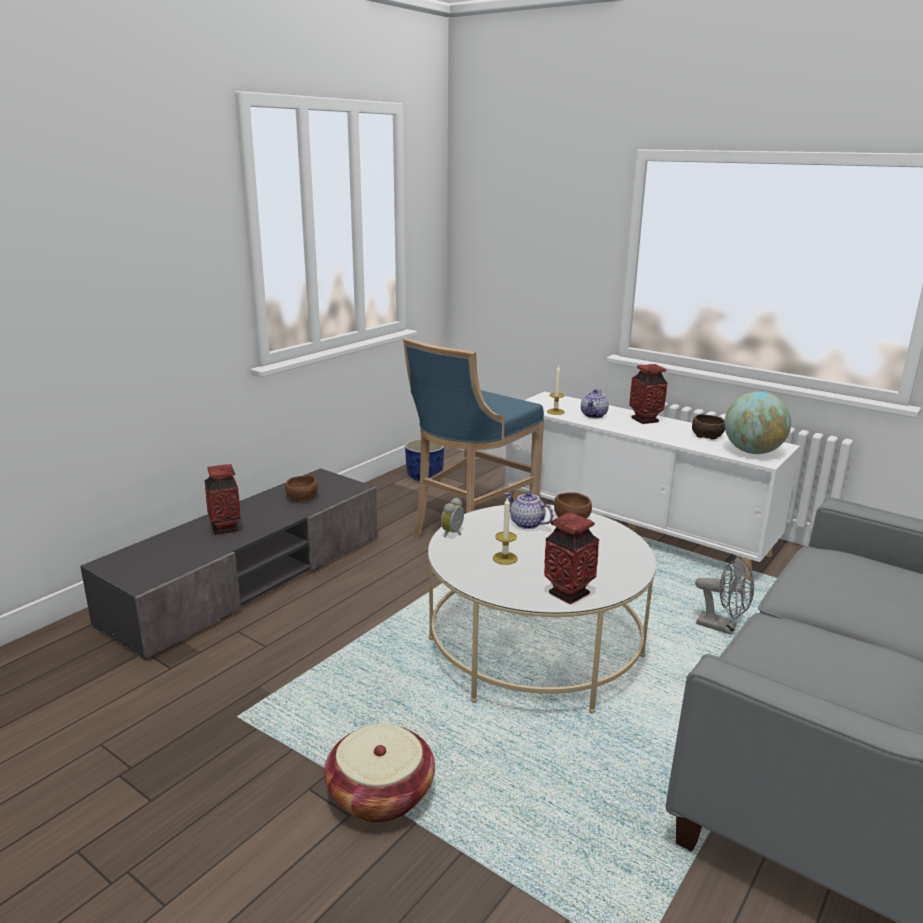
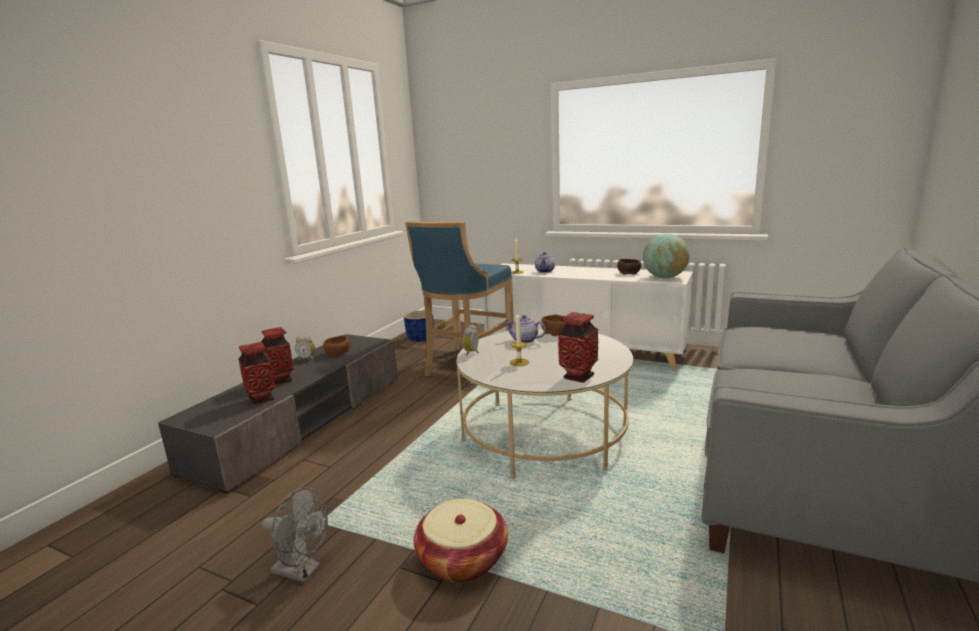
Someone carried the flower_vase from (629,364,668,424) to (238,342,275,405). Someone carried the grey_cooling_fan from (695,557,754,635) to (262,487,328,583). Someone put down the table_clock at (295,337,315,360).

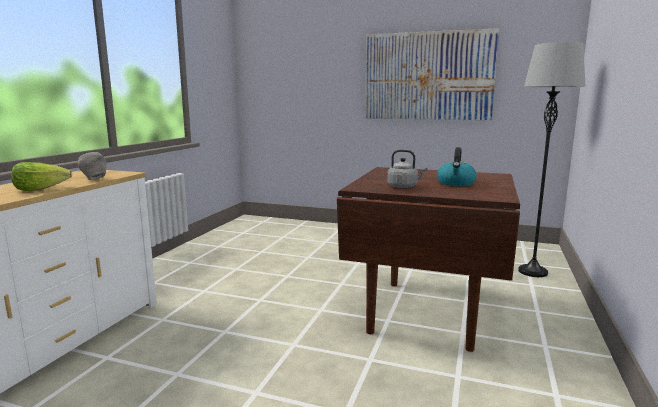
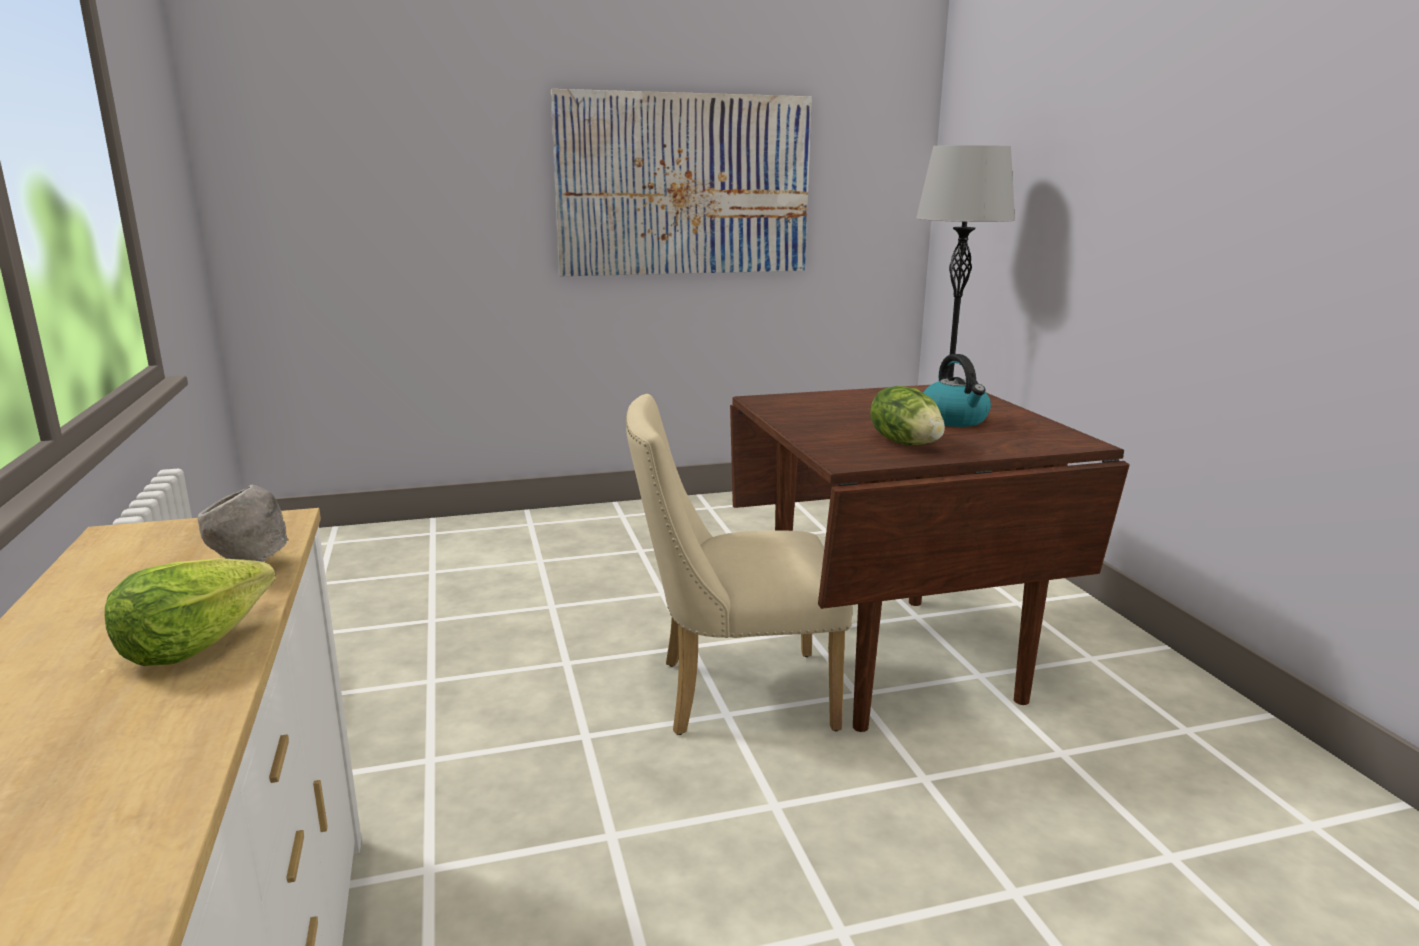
Someone put down the beige_chair at (626,394,853,735). Someone swapped the grey_kettle at (387,149,427,188) for the head_of_lettuce at (870,386,945,445).

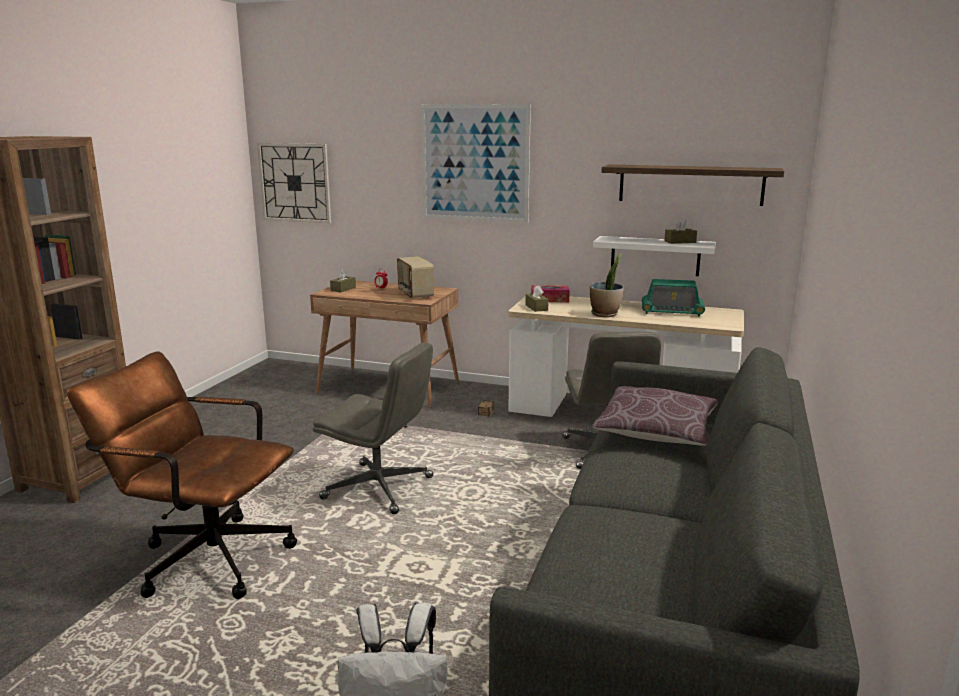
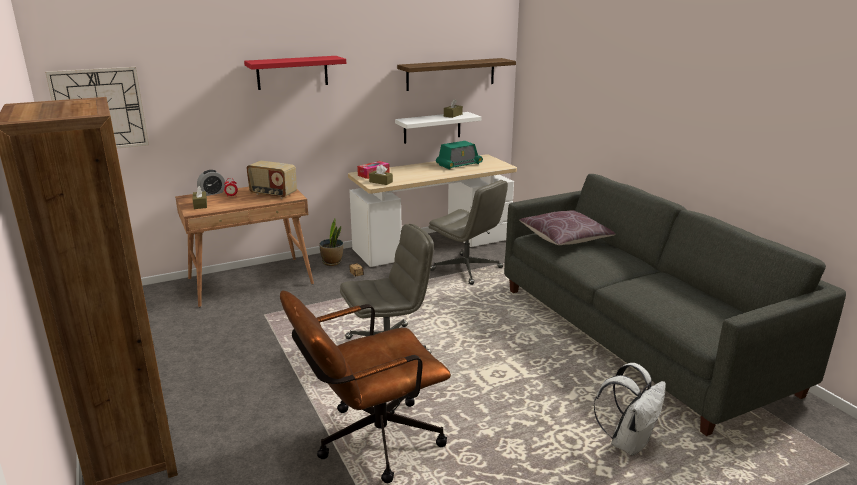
Someone put down the table_clock at (197,170,225,196). Someone swapped the wall_art at (421,104,531,223) for the red_wall_shelf at (244,56,346,90). Someone carried the plant_in_a_pot from (590,253,624,317) to (319,219,344,266).

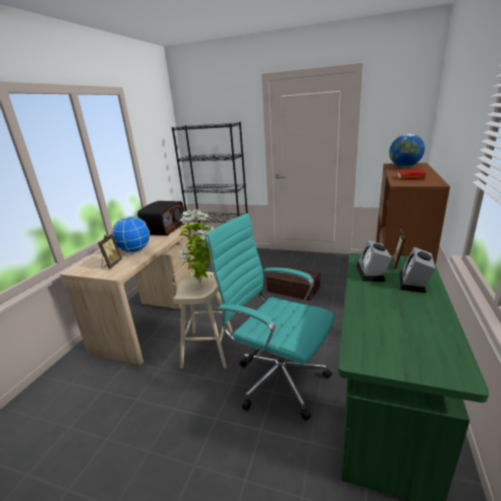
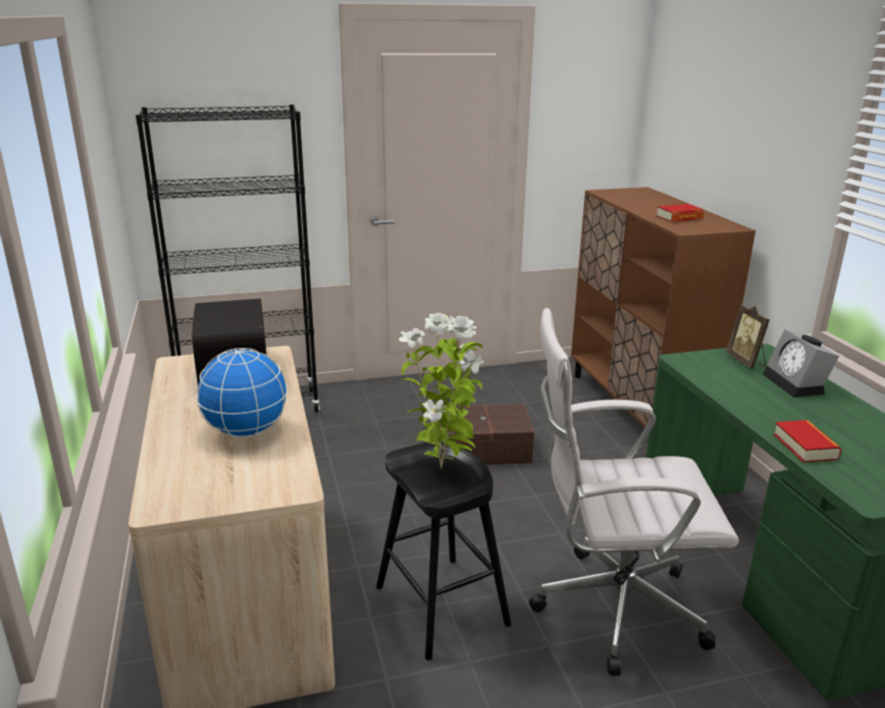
Someone repainted the beige_sitting_stool at (173,272,233,368), which became the blackish_sitting_stool at (376,441,511,660). Someone repainted the turquoise_computer_chair at (205,213,335,421), which became the white_computer_chair at (529,308,739,676). Someone put down the book at (773,420,842,463). Someone took away the standing_frame at (98,234,122,269). Someone took away the table_clock at (356,240,392,281). Someone took away the globe at (389,134,425,167).

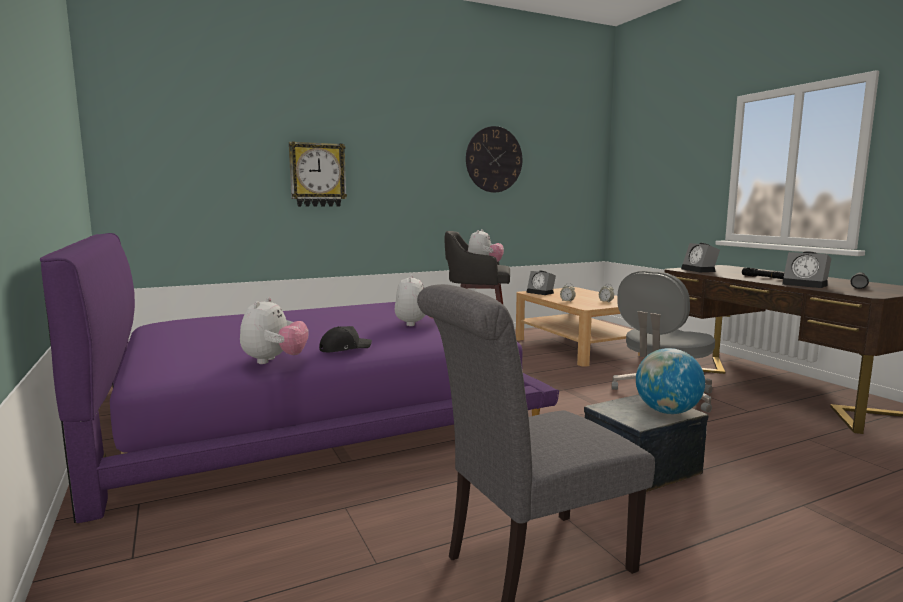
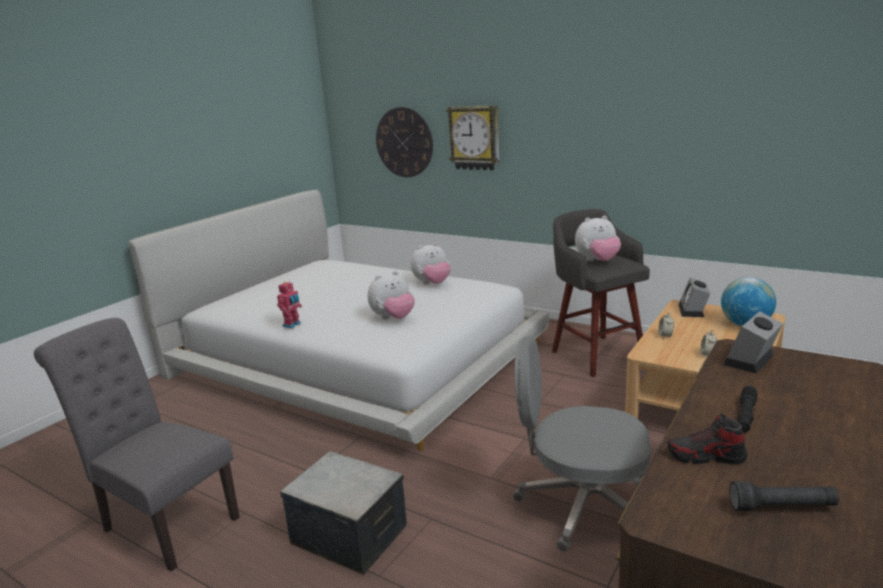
Someone repainted the purple_bed at (40,233,559,523), which became the white_bed at (129,190,550,451). Someone swapped the blackish_cap at (319,326,372,352) for the toy_robot at (277,282,302,328). Someone carried the hanging_clock from (466,126,522,192) to (376,107,433,177). Someone carried the plush_toy from (240,297,309,364) to (411,242,451,284). Someone swapped the table_clock at (782,251,831,288) for the shoe at (668,414,747,465). Someone carried the globe from (636,348,705,414) to (721,277,776,326).

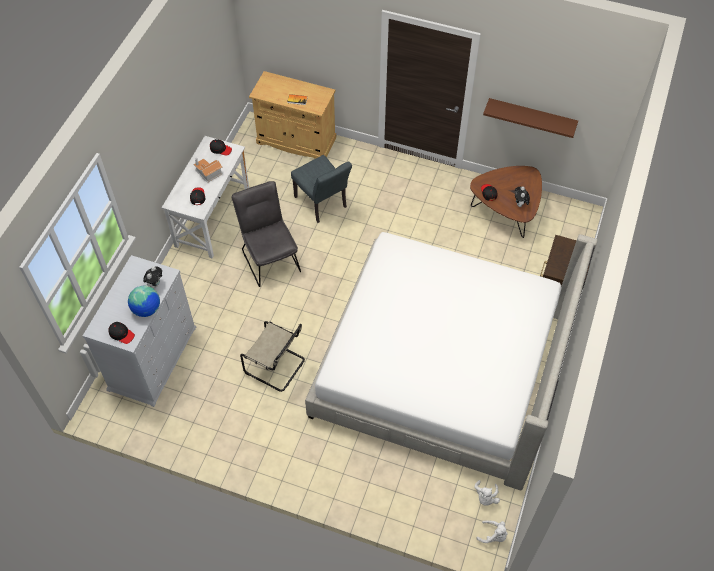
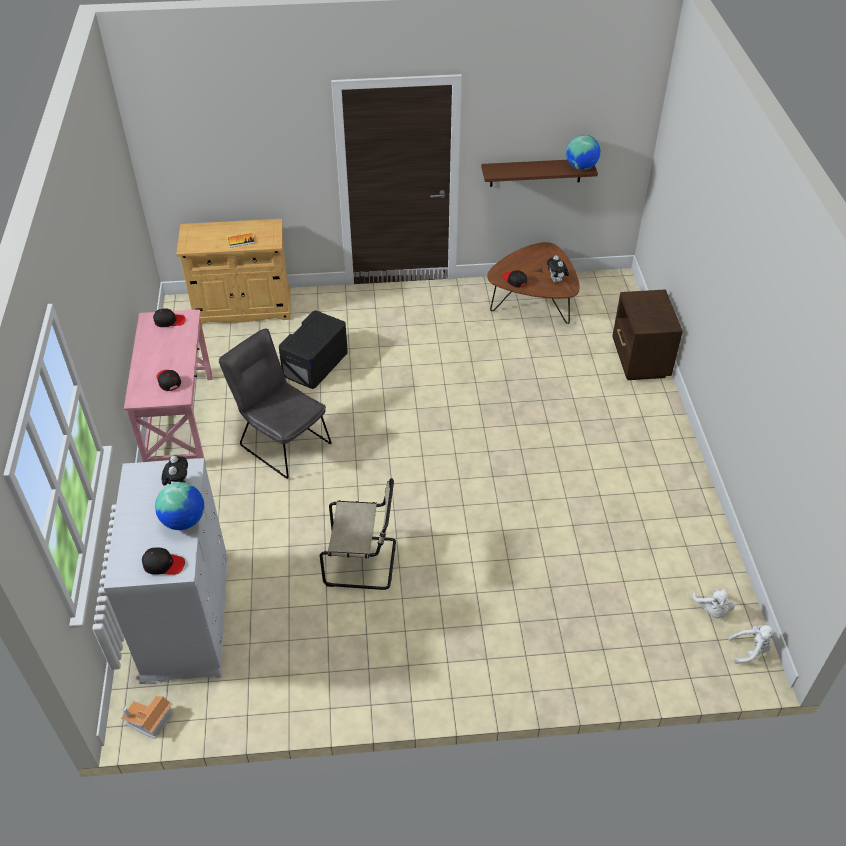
Someone carried the toy_house from (193,157,223,183) to (121,696,174,739). Someone repainted the white_desk_unit at (162,136,249,258), which became the pinkish_desk_unit at (124,309,213,465). Someone swapped the grey_chair at (291,155,352,223) for the blackish_storage_box at (279,310,348,389). Someone put down the globe at (566,135,601,170). Someone took away the bed at (305,232,598,491).

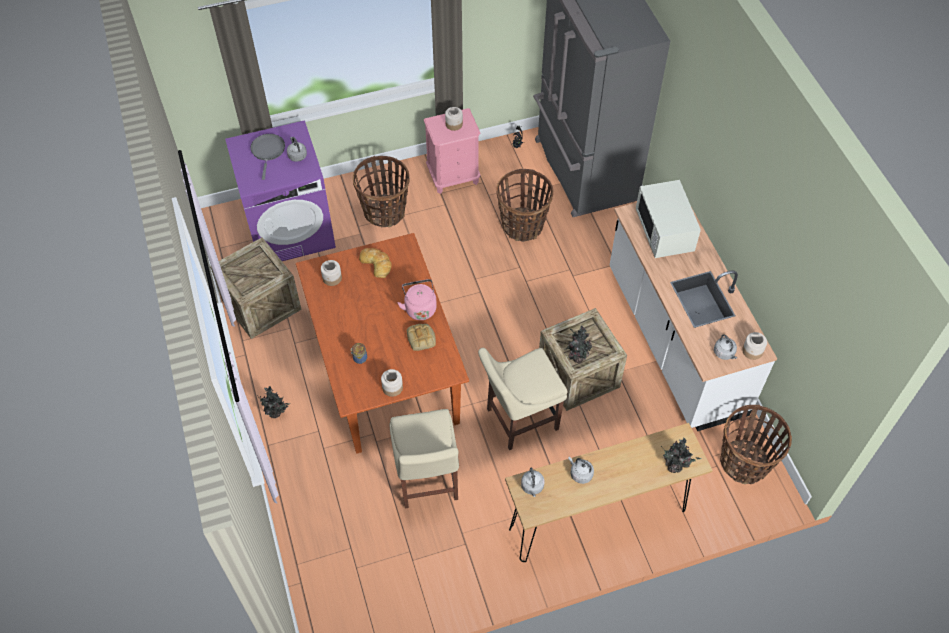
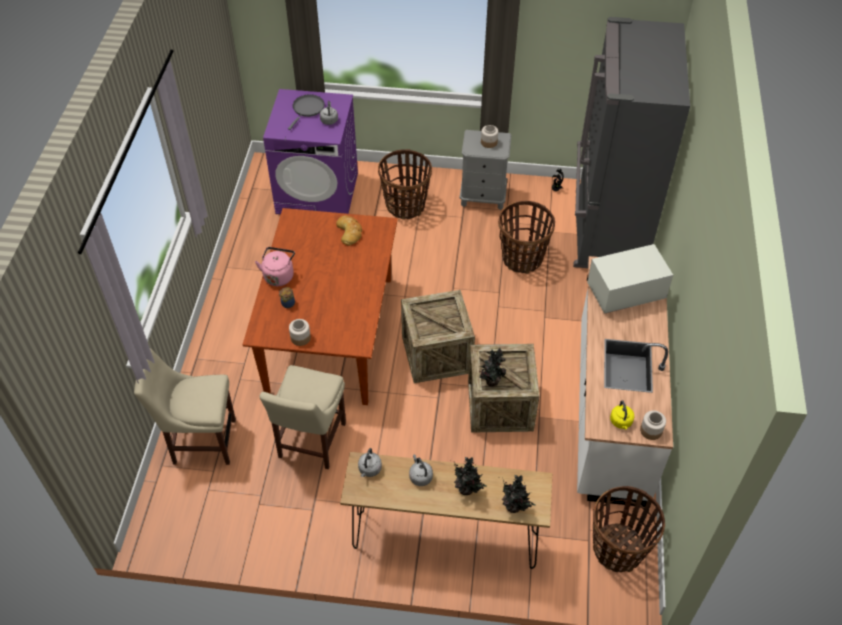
Someone carried the beige_chair from (478,348,568,450) to (134,348,236,465). Someone carried the pinkish_kettle from (398,279,437,320) to (255,247,295,286). Someone carried the shipping_crate from (210,238,302,339) to (401,290,475,383). Someone carried the plant_in_a_pot from (257,386,290,418) to (451,457,487,495). Someone repainted the pinkish_night_table at (424,108,480,194), which became the grey_night_table at (460,130,512,210). Someone rotated the white_kitchen_microwave at (636,180,701,258) by 60 degrees clockwise. Someone repainted the grey_kettle at (714,334,737,360), which became the yellow-coloured_kettle at (610,400,634,429). Someone took away the storage_jar at (321,260,342,286). Someone took away the baked_bread at (407,324,436,351).

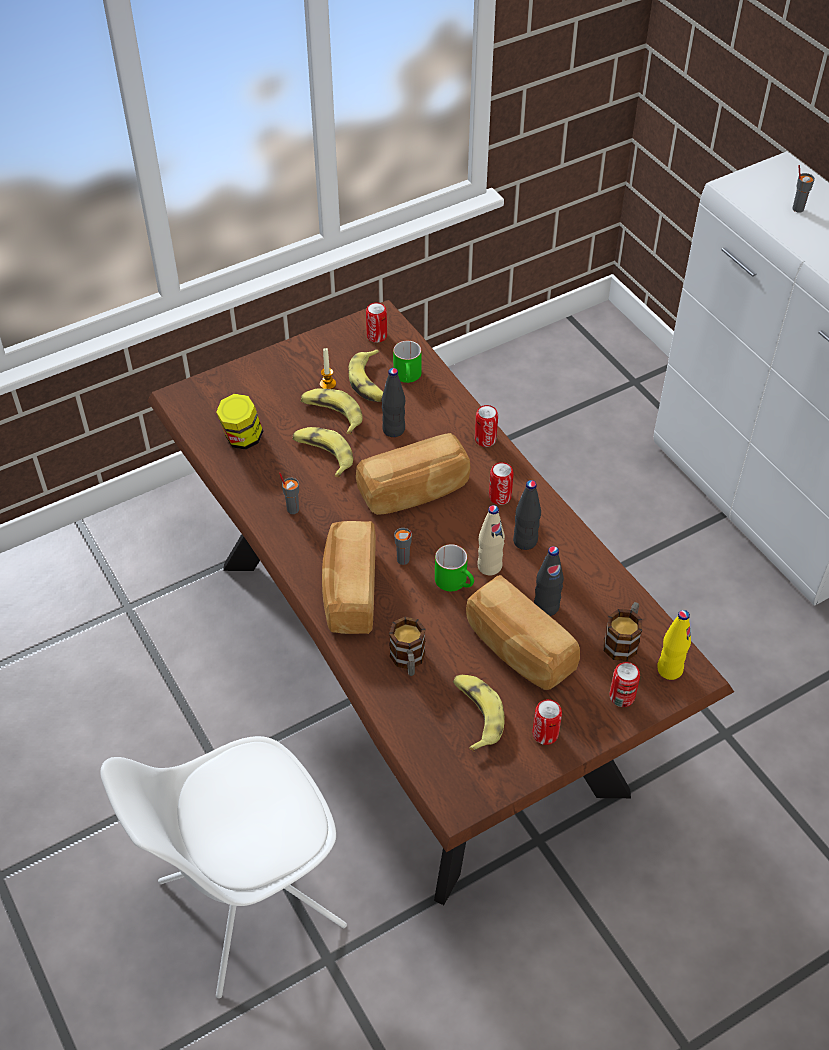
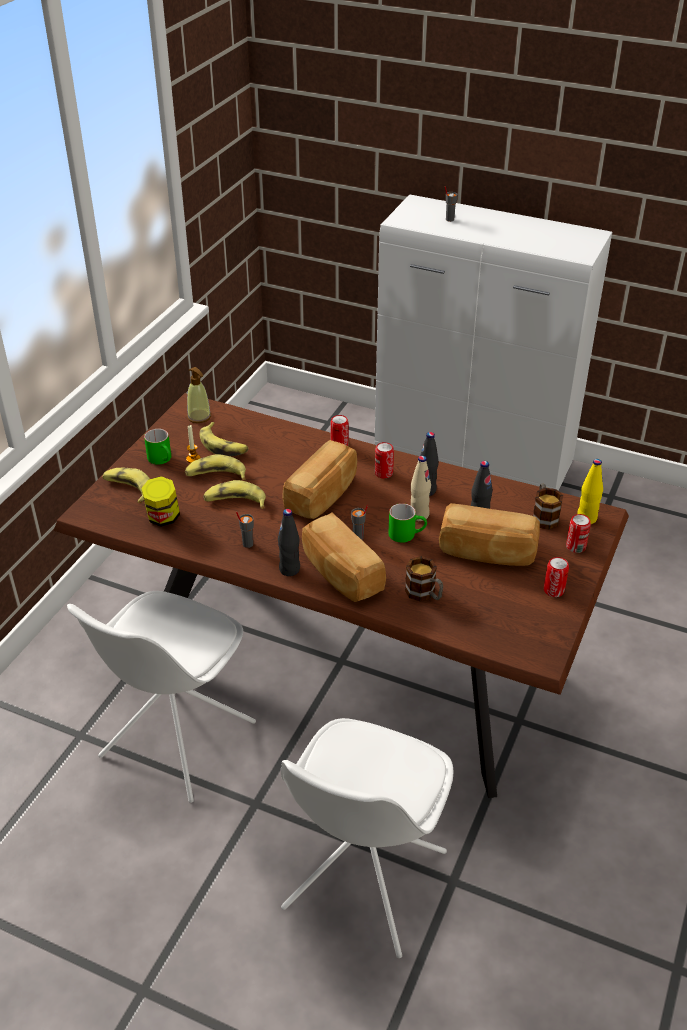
Someone put down the white_chair at (67,591,256,803). Someone carried the banana_fruit from (453,675,505,752) to (102,468,150,503). Someone carried the greenish_tea_mug from (393,341,422,383) to (144,429,171,465). Someone swapped the metal_can at (366,302,387,342) for the soap_bottle at (187,367,211,423). Someone carried the blackish_drink_bottle from (382,368,405,437) to (278,509,300,576).

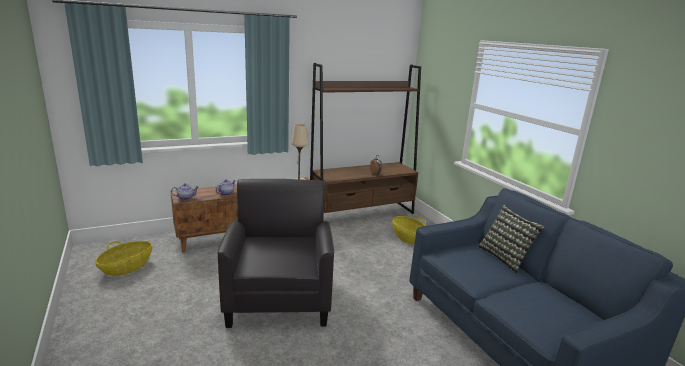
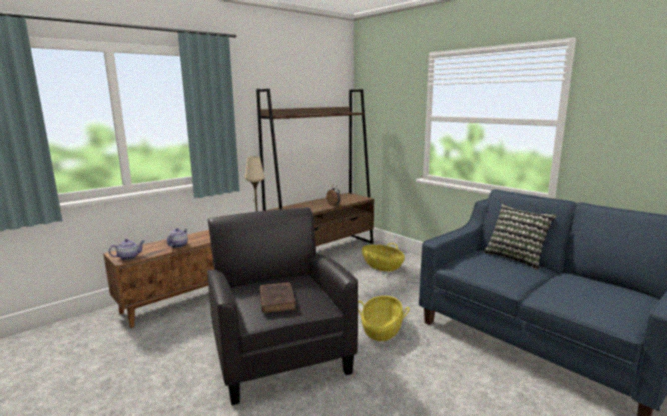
Someone put down the brown_book at (259,282,296,313). Someone carried the storage_basket from (95,241,152,276) to (358,296,410,341).

